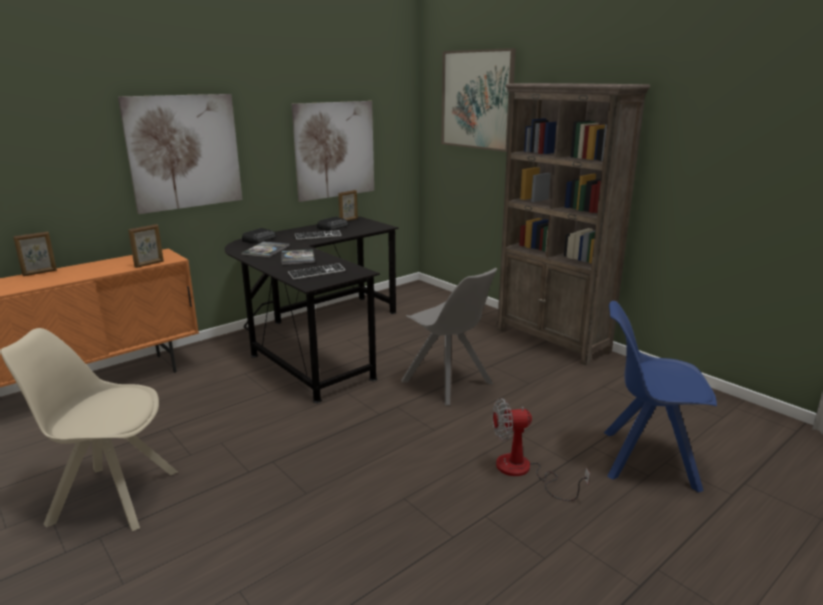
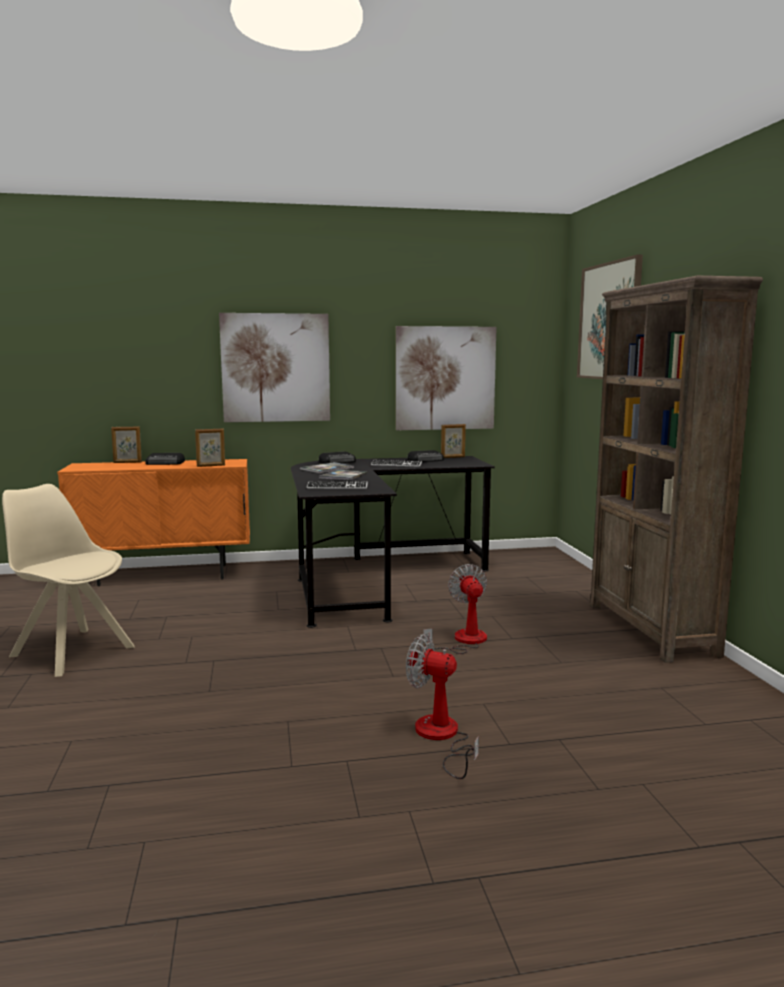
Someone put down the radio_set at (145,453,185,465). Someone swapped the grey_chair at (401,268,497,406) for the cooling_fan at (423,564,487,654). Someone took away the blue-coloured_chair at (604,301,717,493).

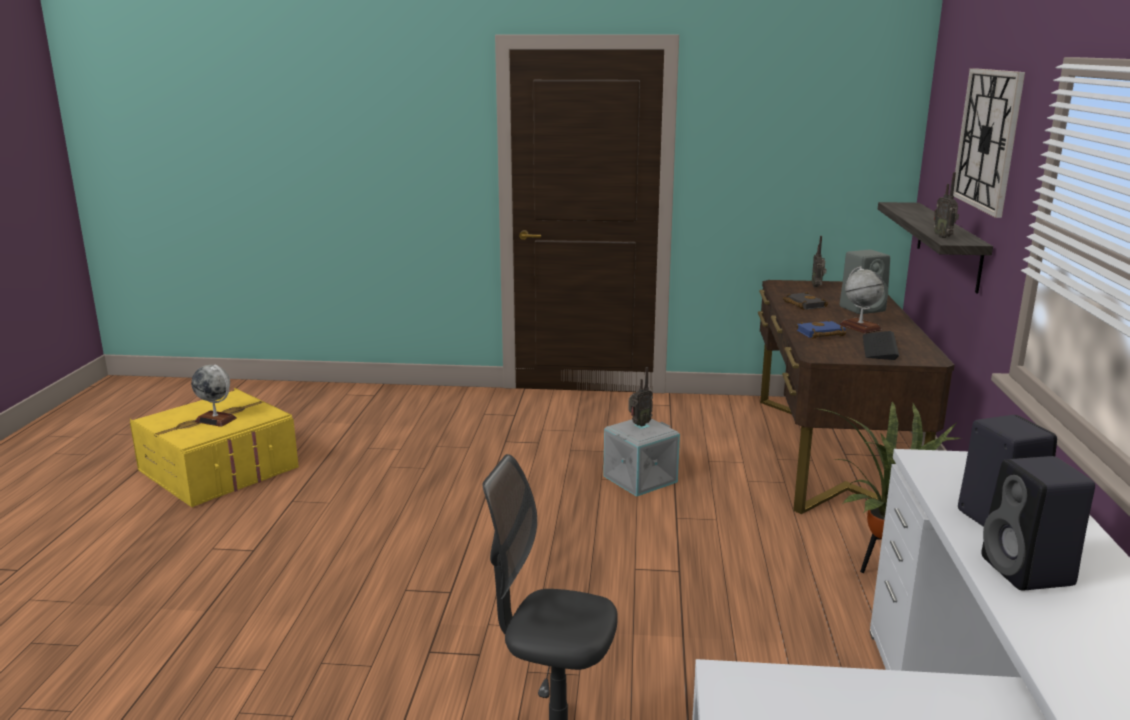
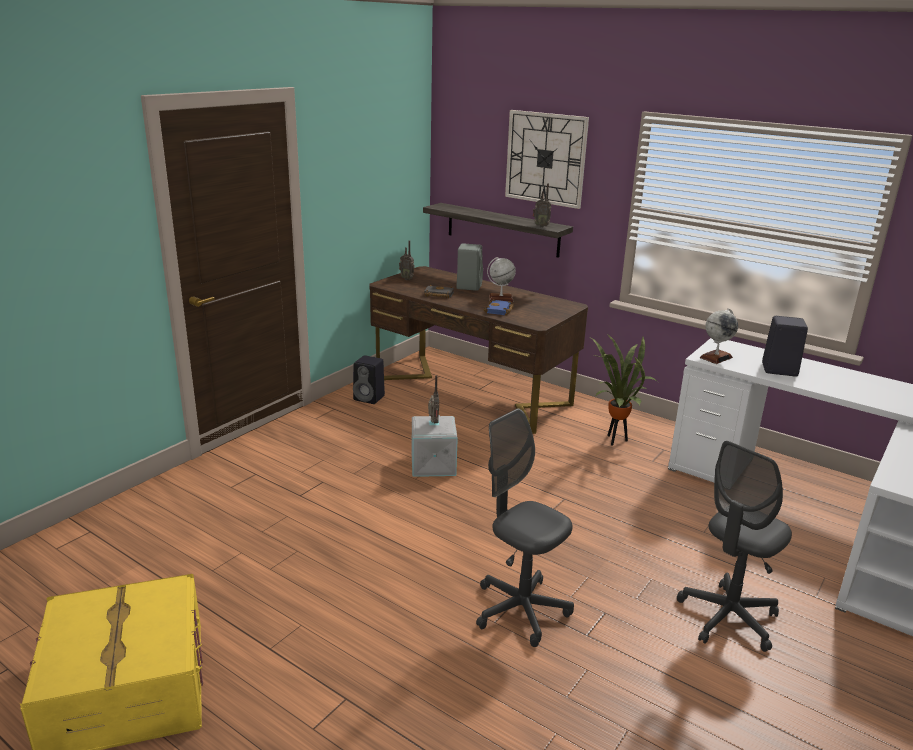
Someone carried the blackish_speaker from (981,456,1095,591) to (353,355,385,404). Someone put down the grey_computer_chair at (476,408,574,647). Someone carried the globe from (191,365,237,427) to (700,308,738,364). Someone took away the keyboard at (863,331,899,360).

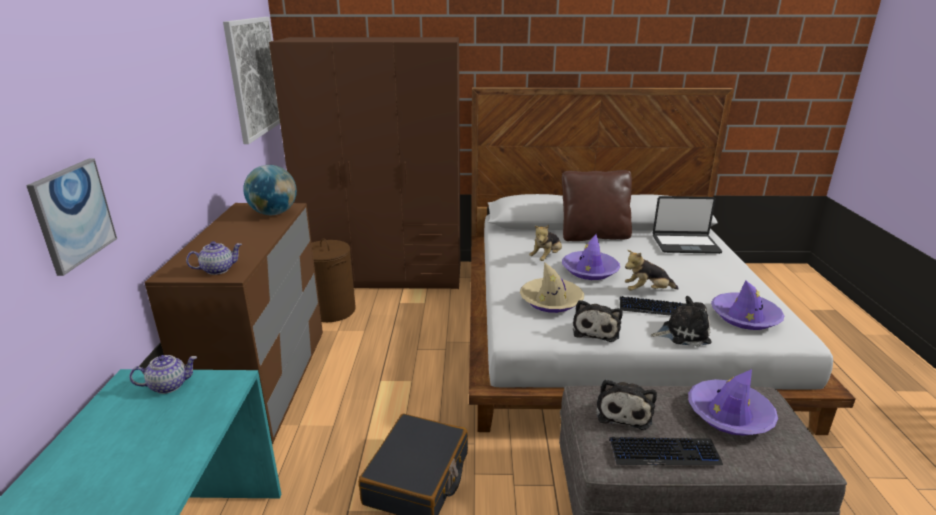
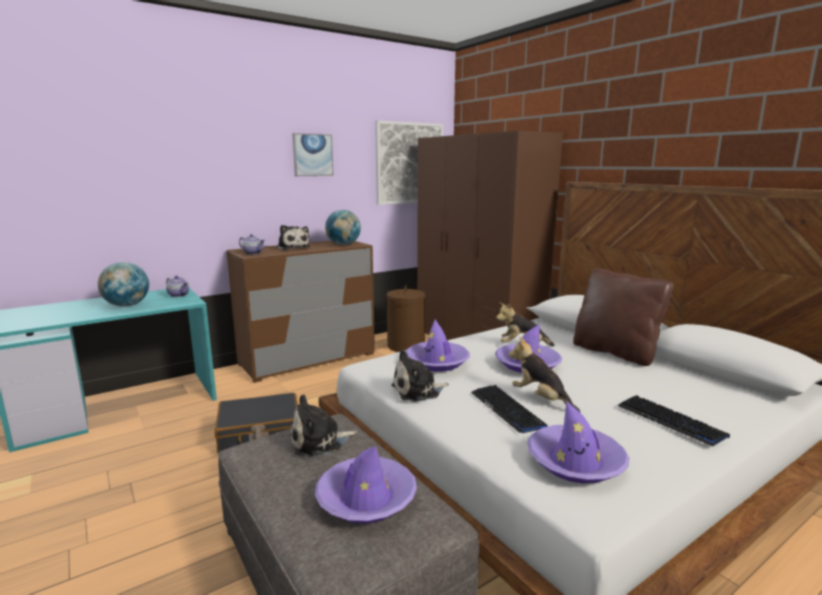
Someone put down the globe at (98,262,149,307). Someone carried the plush_toy from (651,296,712,346) to (277,225,310,250). Someone carried the wall_art from (26,159,117,276) to (292,133,334,176). Someone repainted the beige_hat at (520,262,584,313), which became the purple_hat at (406,320,470,372). Someone carried the keyboard from (609,437,723,465) to (618,395,730,446). Someone took away the laptop at (653,196,722,254).

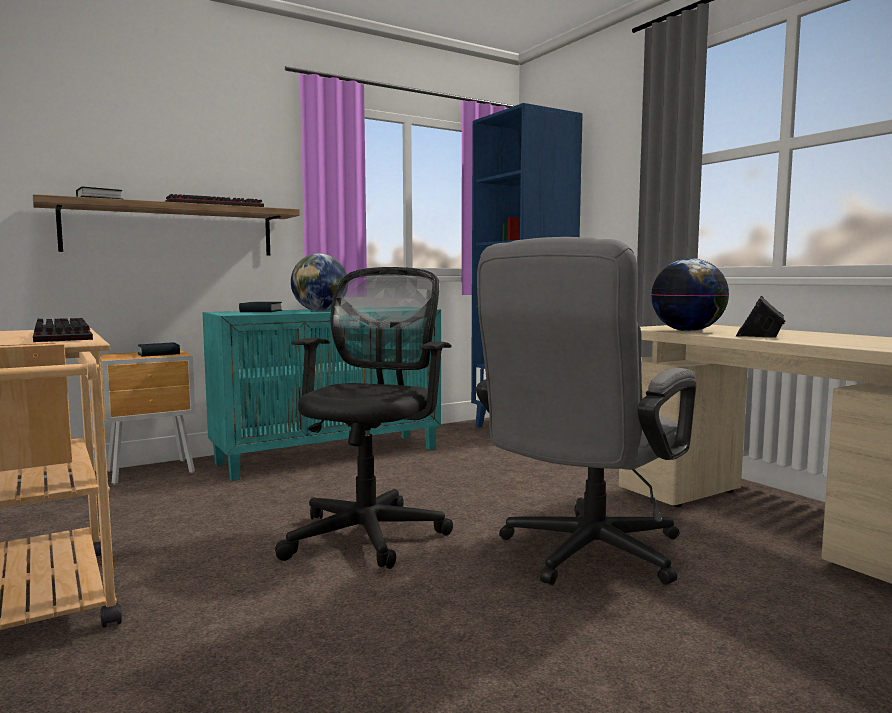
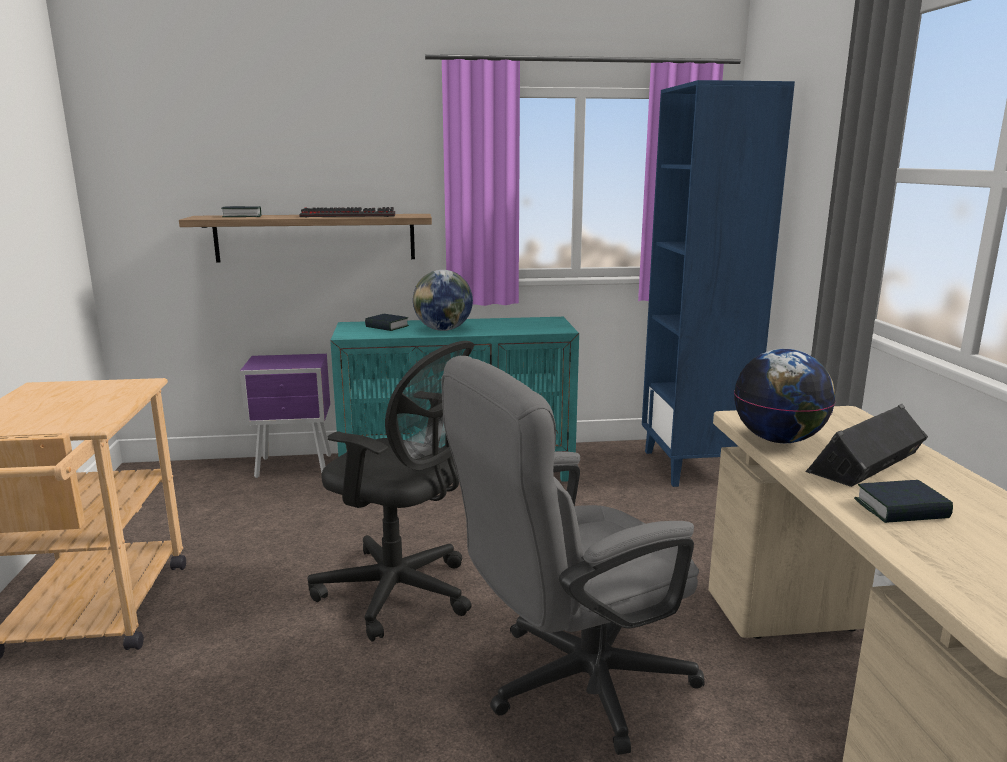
Someone repainted the brown_night_table at (100,350,195,485), which became the purple_night_table at (240,354,331,478). Someone rotated the blackish_computer_chair at (275,267,453,569) by 75 degrees clockwise. Someone carried the book from (138,342,180,357) to (854,480,953,523). Someone took away the keyboard at (33,318,93,342).

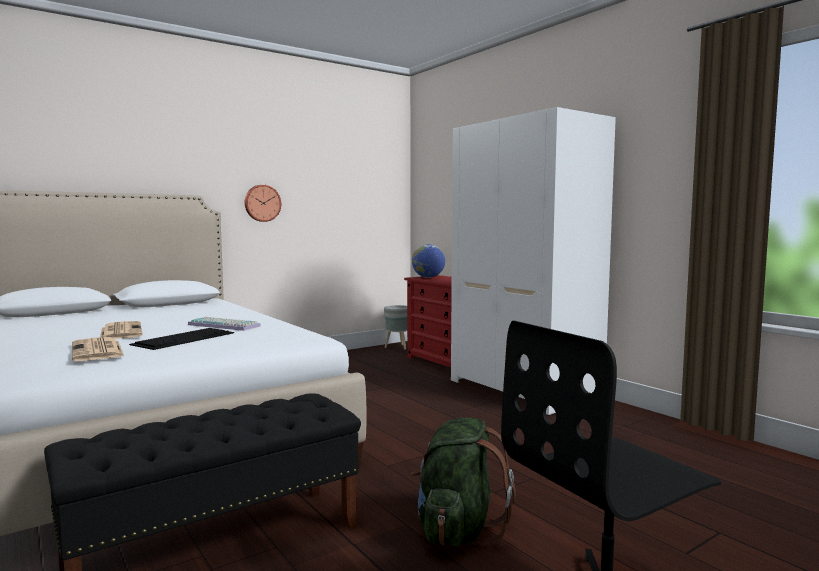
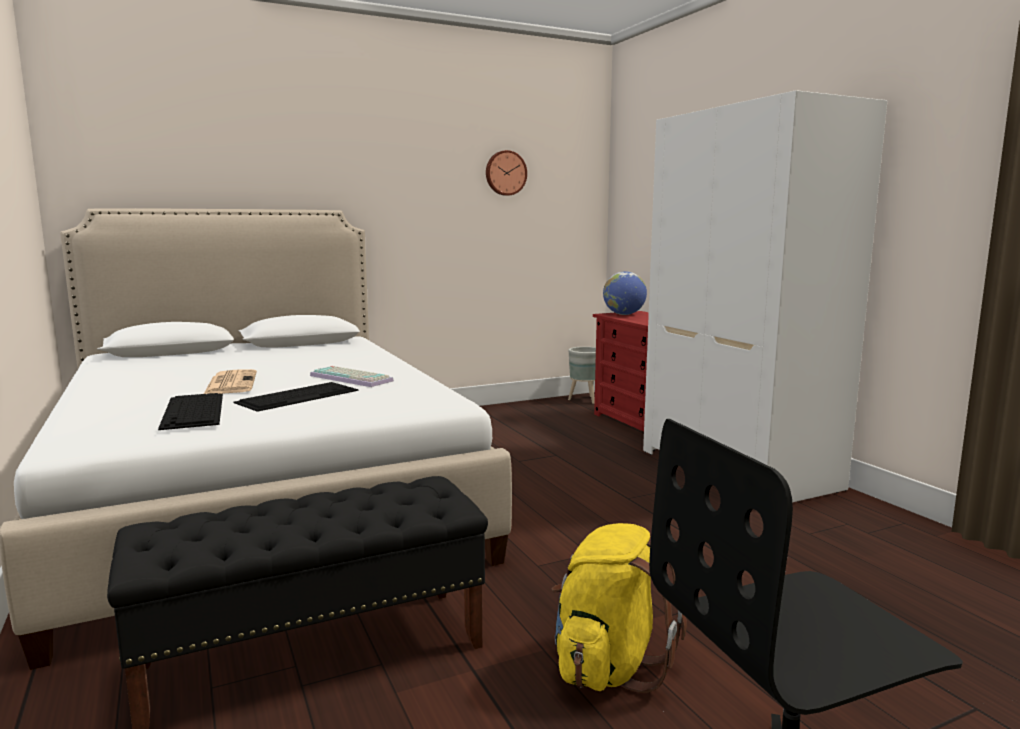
Someone swapped the printed_paper at (72,337,124,361) for the keyboard at (158,393,223,430). Someone carried the hanging_clock from (245,185,281,222) to (486,150,527,196). Someone repainted the greenish_rucksack at (412,418,516,546), which became the yellow-coloured_rucksack at (552,523,687,693).

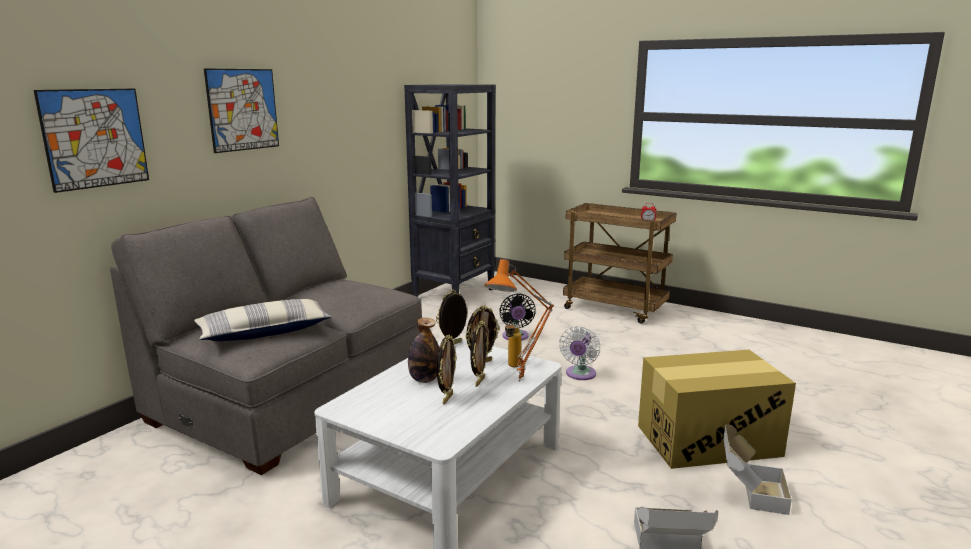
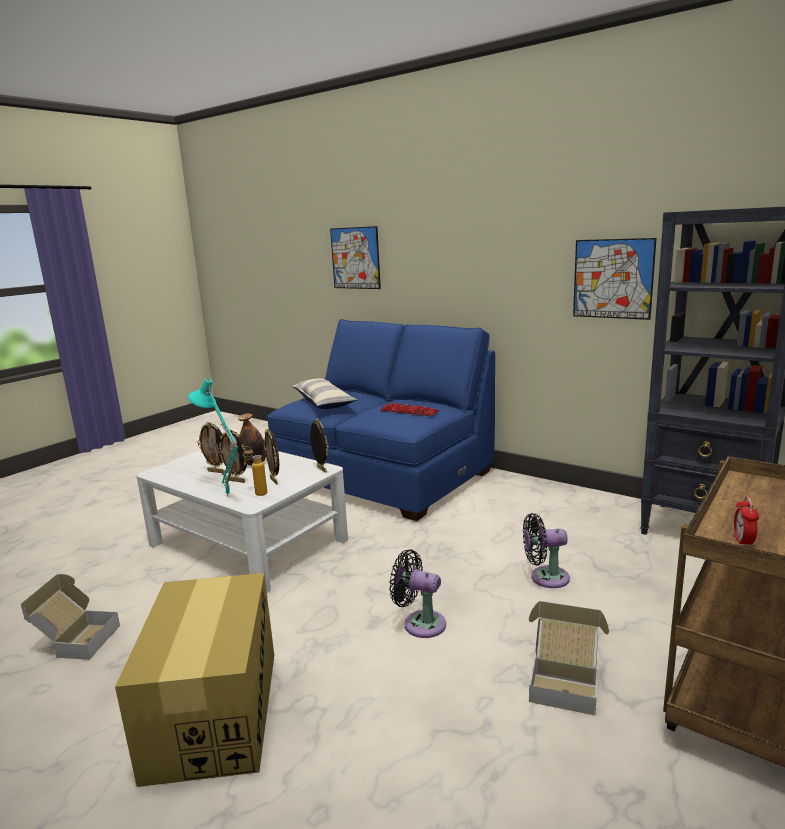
Someone repainted the orange_table_lamp at (484,259,554,381), which became the turquoise_table_lamp at (188,378,238,496). Someone repainted the grey_settee at (110,197,422,475), which became the blue-coloured_settee at (267,319,495,521). Someone put down the keyboard at (380,403,440,417). Someone repainted the white_cooling_fan at (559,326,600,380), which became the blackish_cooling_fan at (389,549,446,638). Someone carried the carton from (724,424,792,515) to (529,601,609,715). Someone carried the wall_art from (204,69,279,153) to (573,238,657,320).

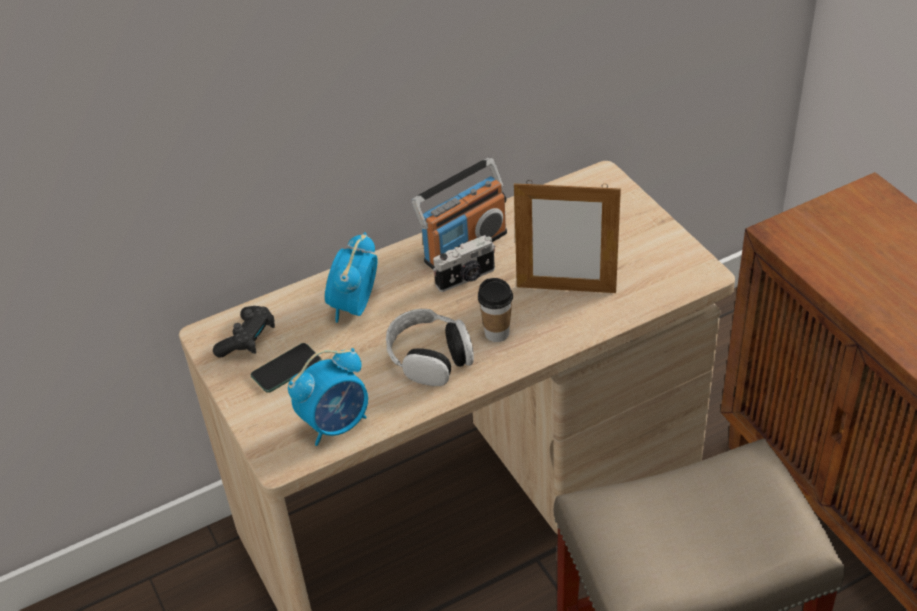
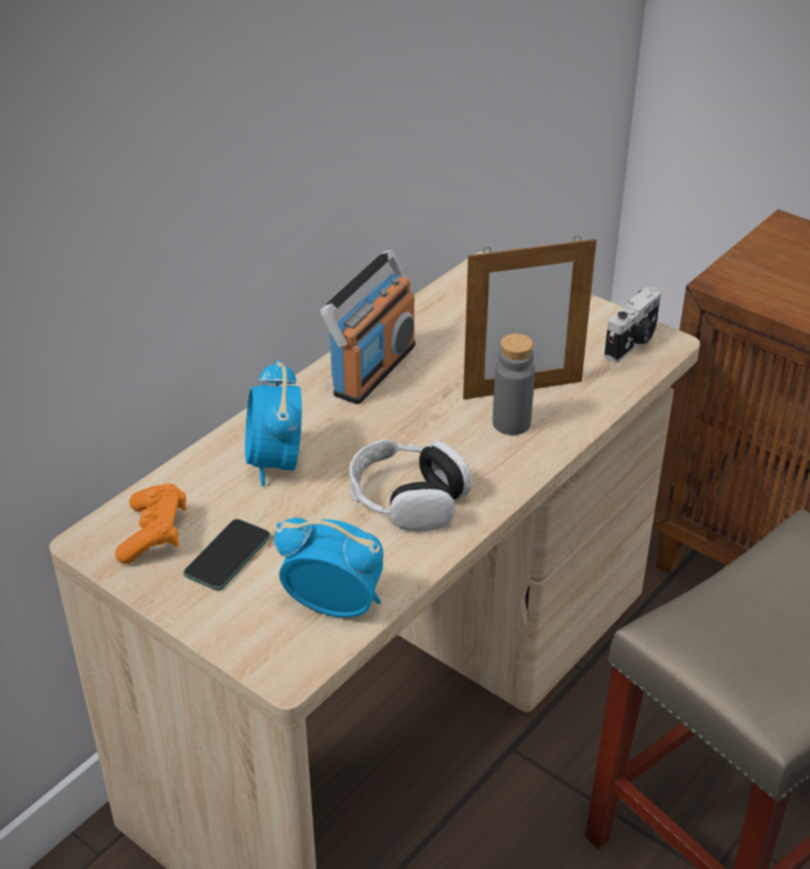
Someone repainted the blackish_game_controller at (213,306,275,358), which became the orange_game_controller at (115,483,187,564). Someone rotated the table_clock at (288,348,368,446) by 105 degrees counterclockwise. Someone put down the grey_drink_bottle at (493,333,535,435). Someone carried the still_camera from (433,235,495,292) to (604,287,661,363). Someone took away the small_cup at (478,278,513,342).

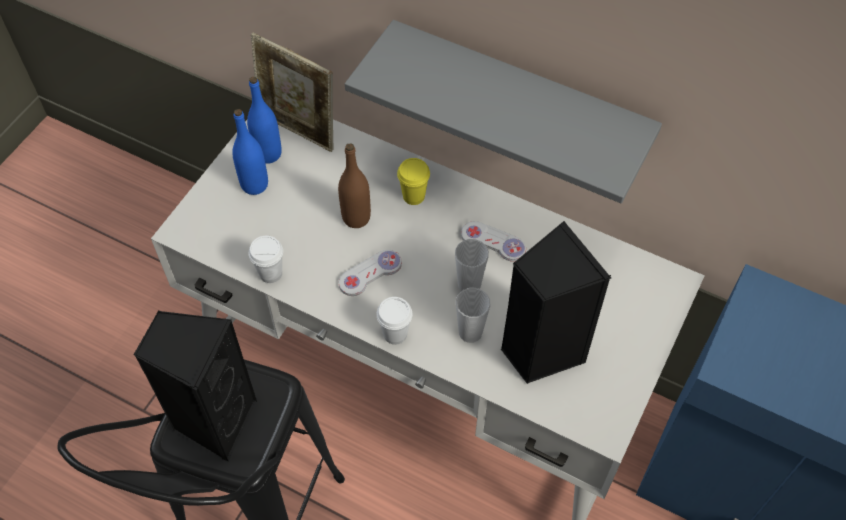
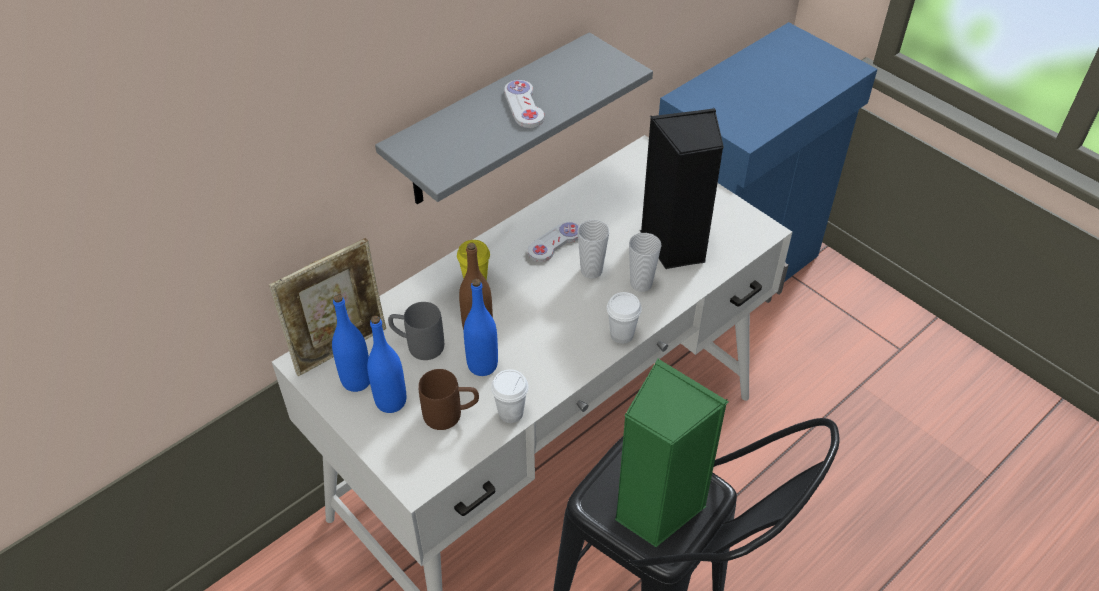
Someone put down the grey_tea_mug at (388,302,444,360). Someone put down the brown_tea_mug at (418,369,479,430). Someone put down the blue-coloured_drink_bottle at (464,279,498,376). Someone carried the white_game_controller from (339,250,402,296) to (504,80,544,128). Someone repainted the blackish_speaker at (133,311,257,462), which became the greenish_speaker at (615,359,729,548).

